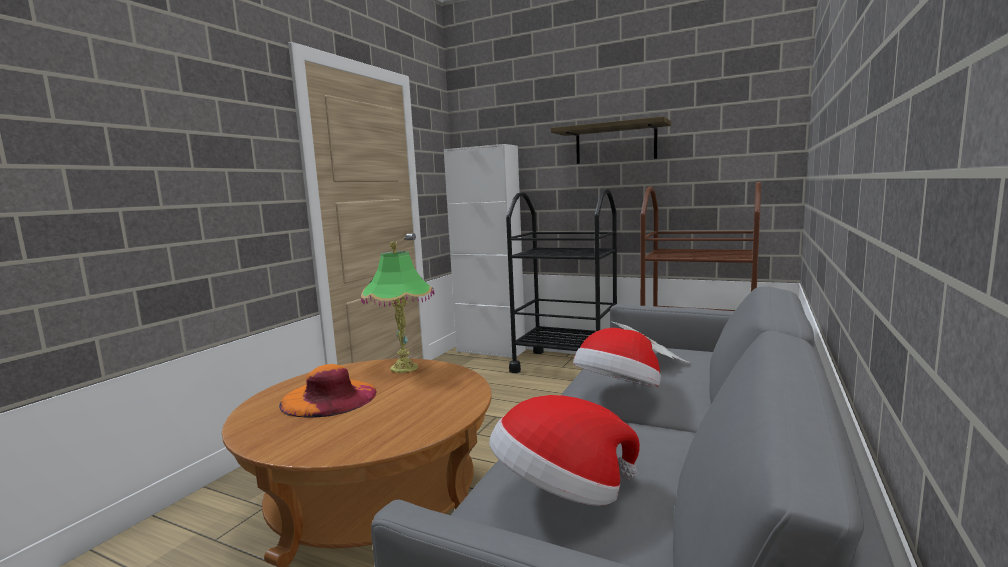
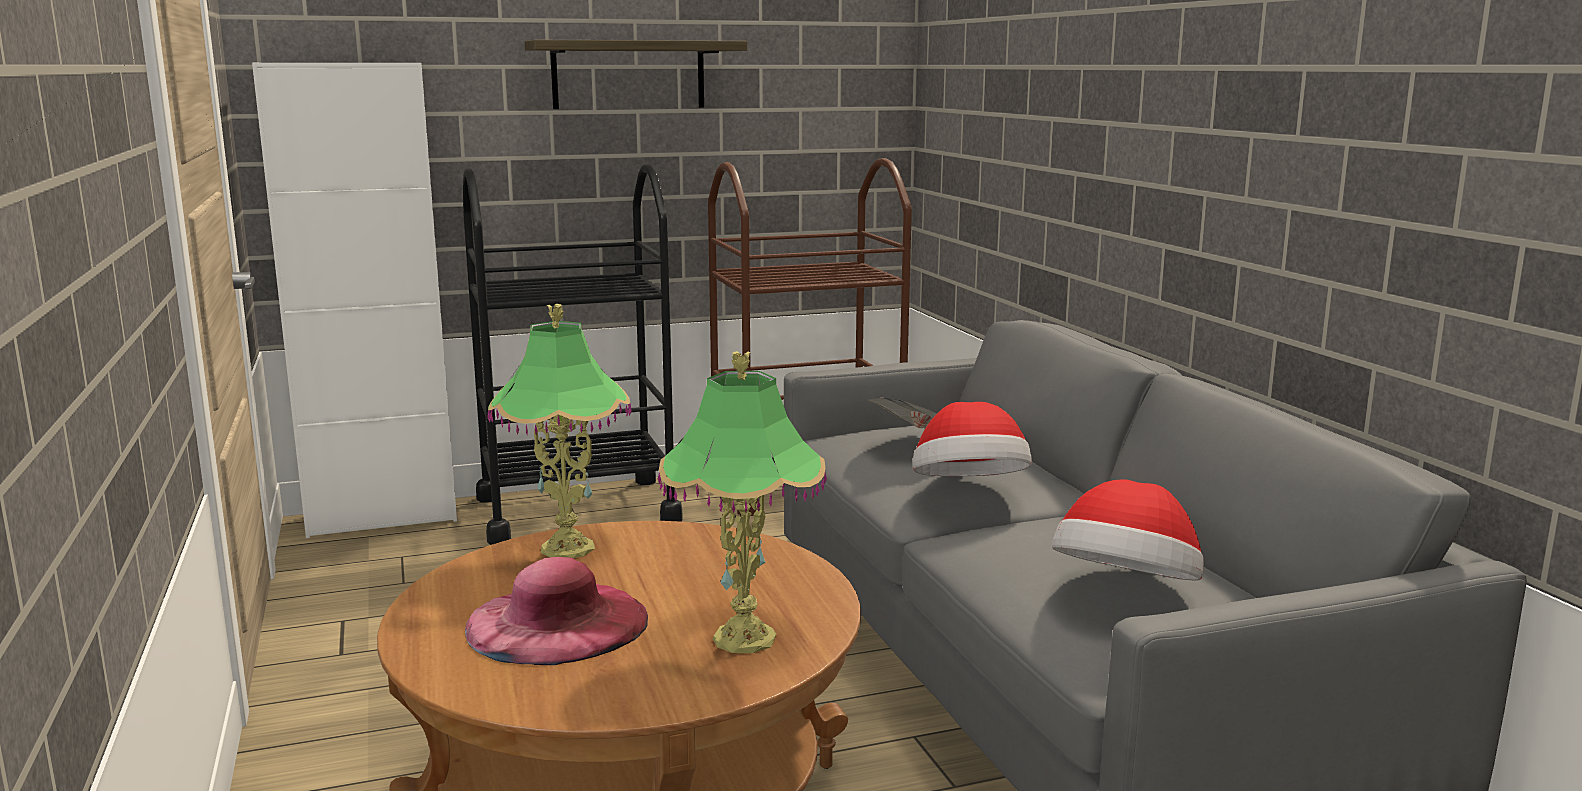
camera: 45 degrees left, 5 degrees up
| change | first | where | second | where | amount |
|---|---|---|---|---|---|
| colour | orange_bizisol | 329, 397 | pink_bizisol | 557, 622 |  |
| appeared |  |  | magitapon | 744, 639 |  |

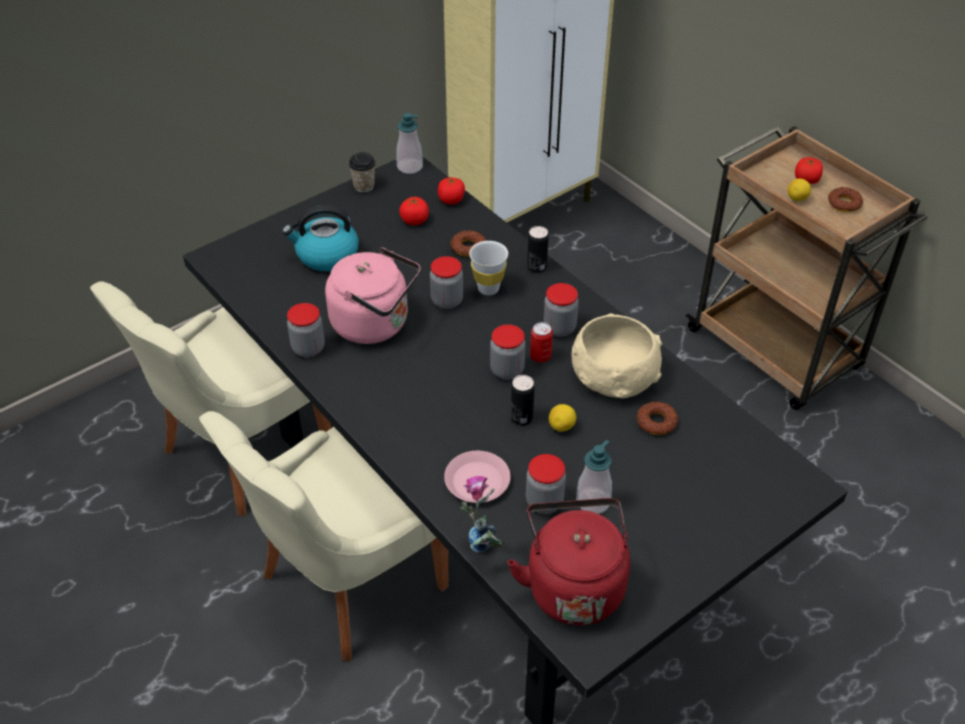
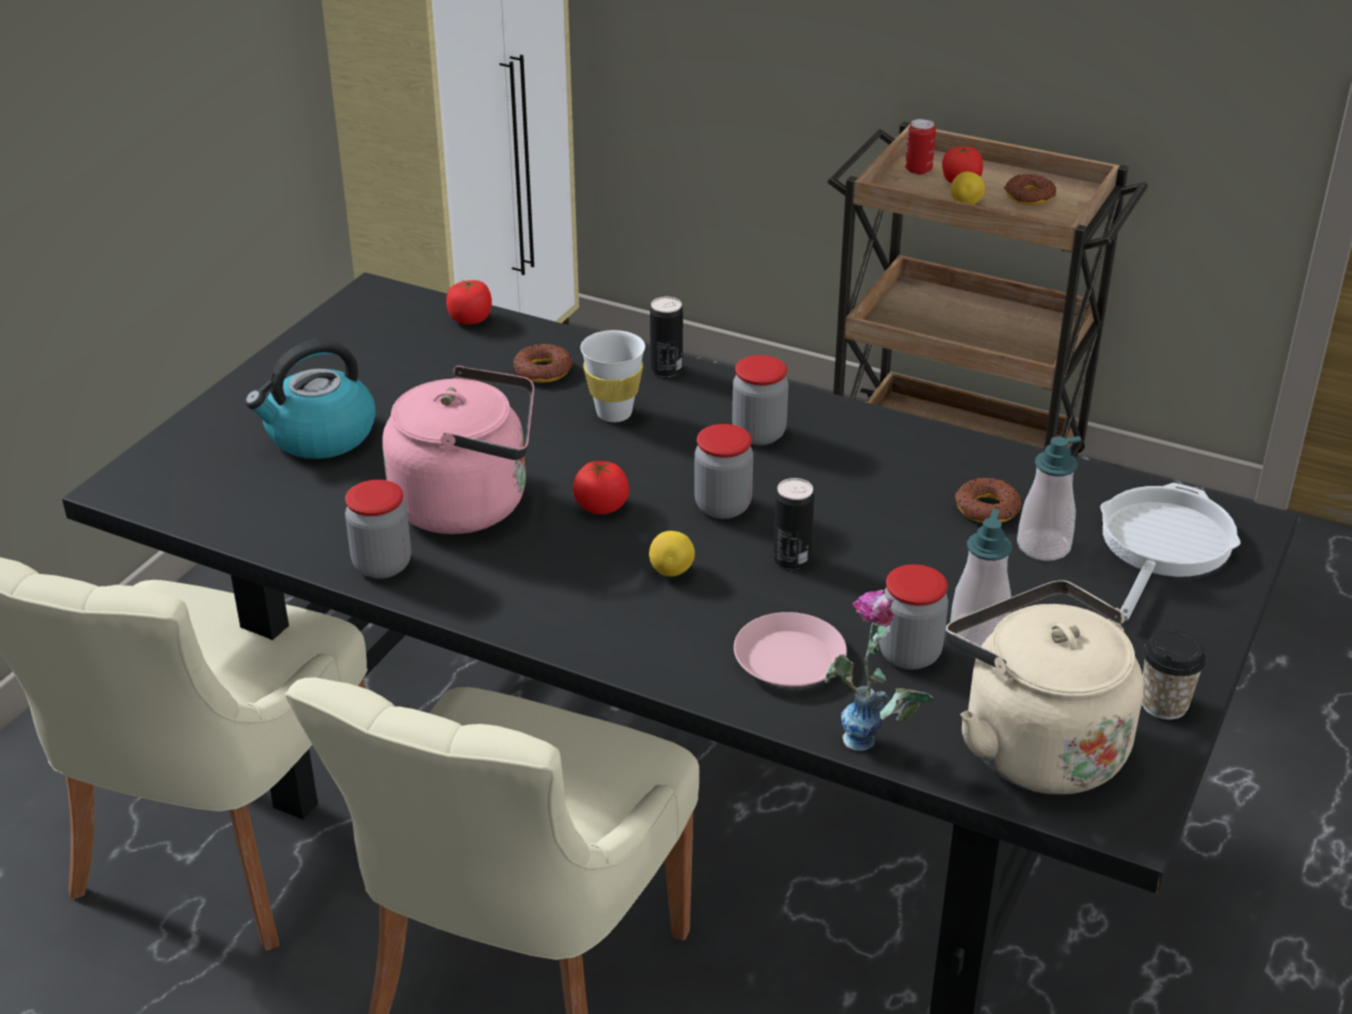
camera: 25 degrees left, 10 degrees down
| change | first | where | second | where | amount |
|---|---|---|---|---|---|
| relocated | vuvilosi | 410, 167 |  | 1043, 546 |  |
| relocated | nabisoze | 364, 186 |  | 1164, 704 |  |
| relocated | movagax | 415, 220 |  | 601, 506 |  |
| missing | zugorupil | 447, 301 |  |  |  |
| missing | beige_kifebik | 614, 374 |  |  |  |
| relocated | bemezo | 540, 356 |  | 918, 170 |  |
| relocated | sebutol | 562, 426 |  | 672, 571 |  |
| colour | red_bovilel | 573, 584 | beige_bovilel | 1035, 744 |  |
| appeared |  |  | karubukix | 1162, 546 |  |

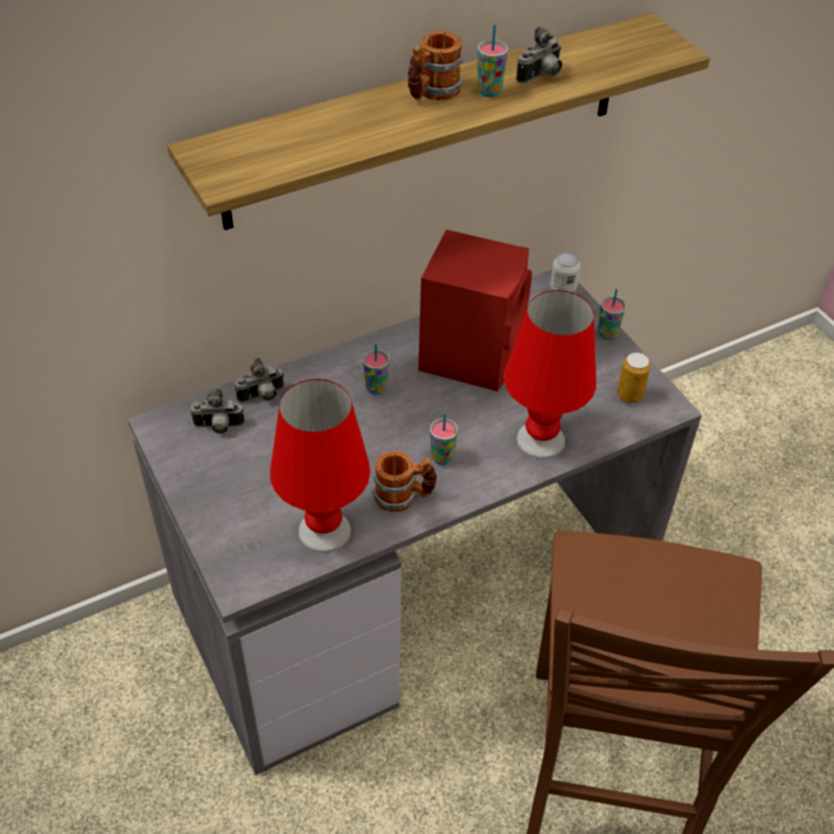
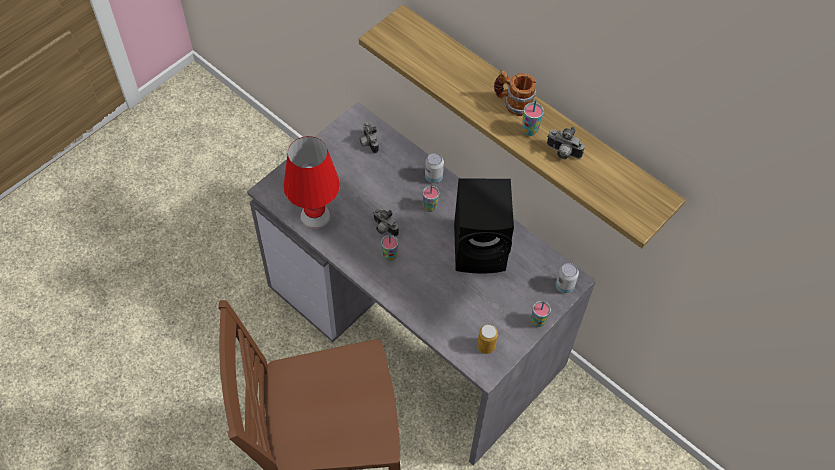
camera: 70 degrees right, 10 degrees up
| change | first | where | second | where | amount |
|---|---|---|---|---|---|
| colour | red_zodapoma | 471, 354 | black_zodapoma | 482, 248 |  |
| missing | red_magitapon | 540, 440 |  |  |  |
| relocated | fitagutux | 262, 396 |  | 383, 228 |  |
| missing | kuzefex | 403, 496 |  |  |  |
| appeared |  |  | bemezo | 433, 177 |  |

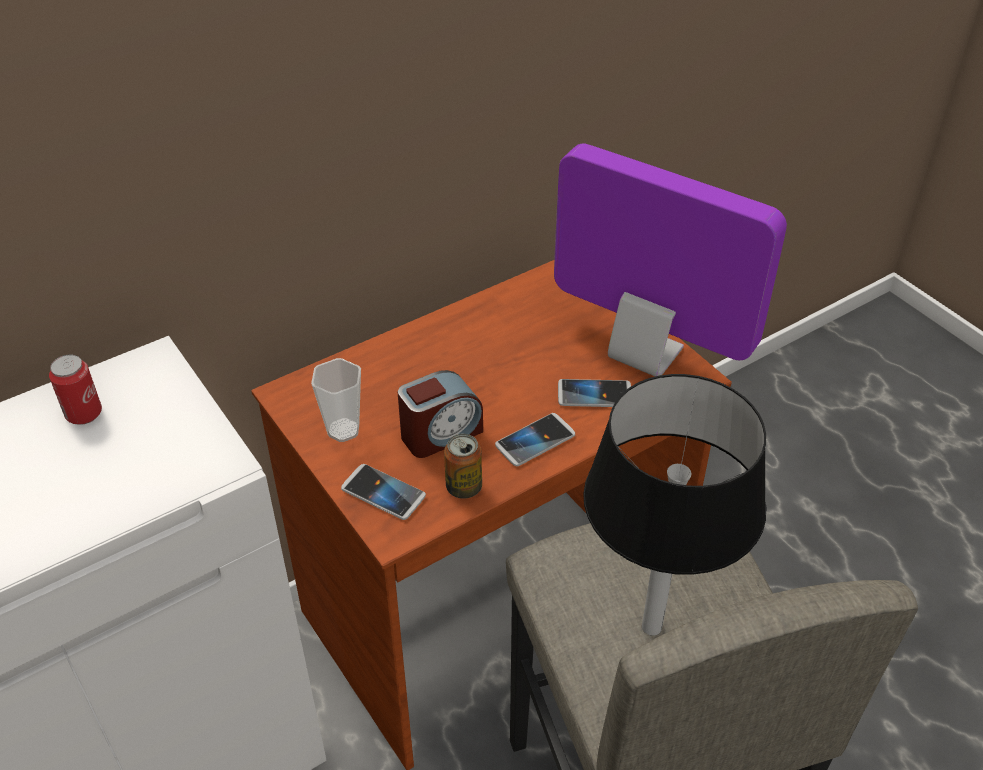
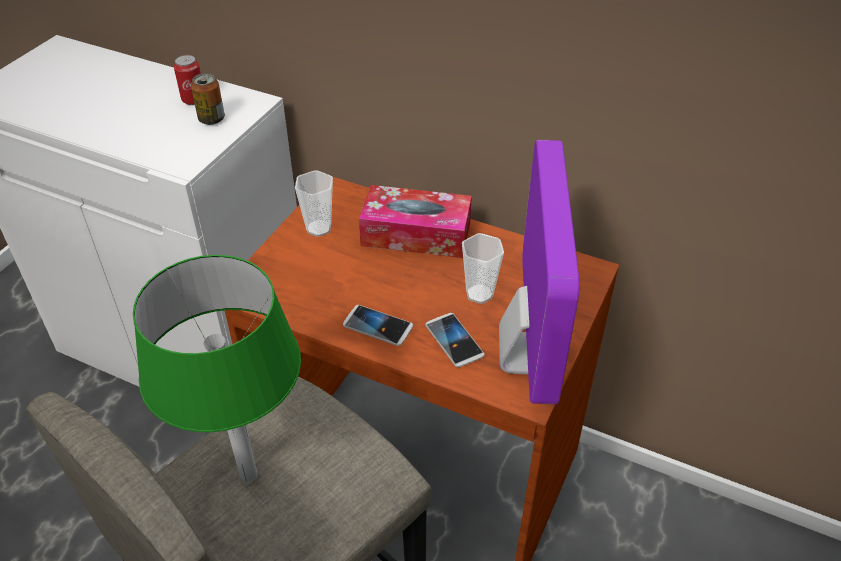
camera: 60 degrees right, 0 degrees up
| change | first | where | second | where | amount |
|---|---|---|---|---|---|
| missing | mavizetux | 440, 434 |  |  |  |
| colour | black_magitapon | 651, 626 | green_magitapon | 249, 475 |  |
| relocated | bemezo | 463, 487 |  | 211, 119 |  |
| missing | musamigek | 383, 493 |  |  |  |
| appeared |  |  | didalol | 416, 234 |  |
| appeared |  |  | nabisoze | 479, 294 |  |

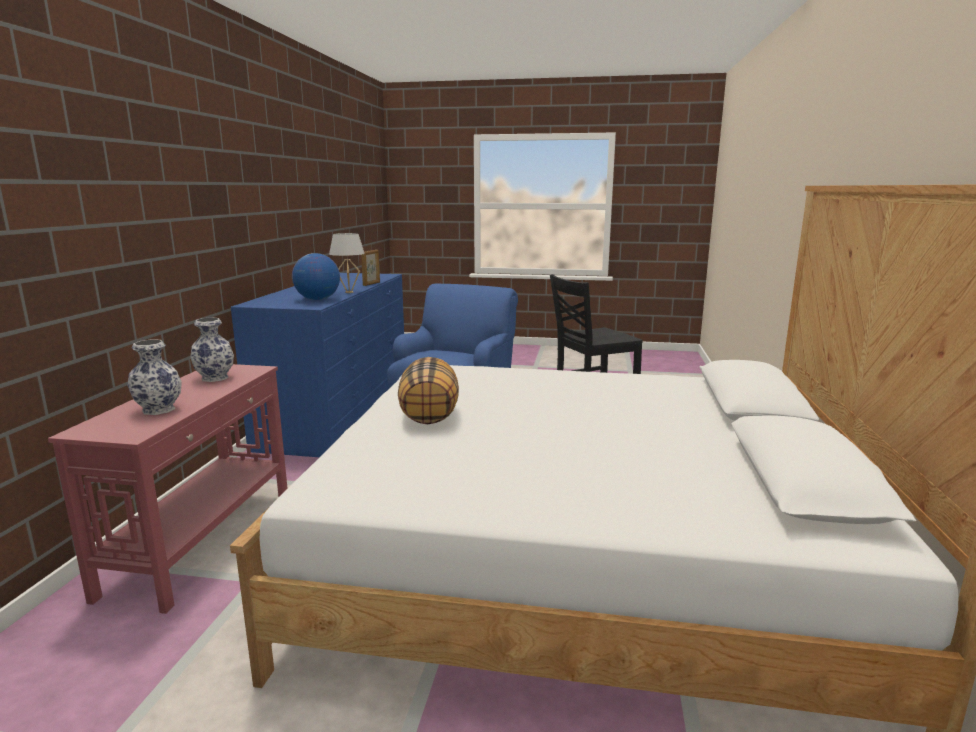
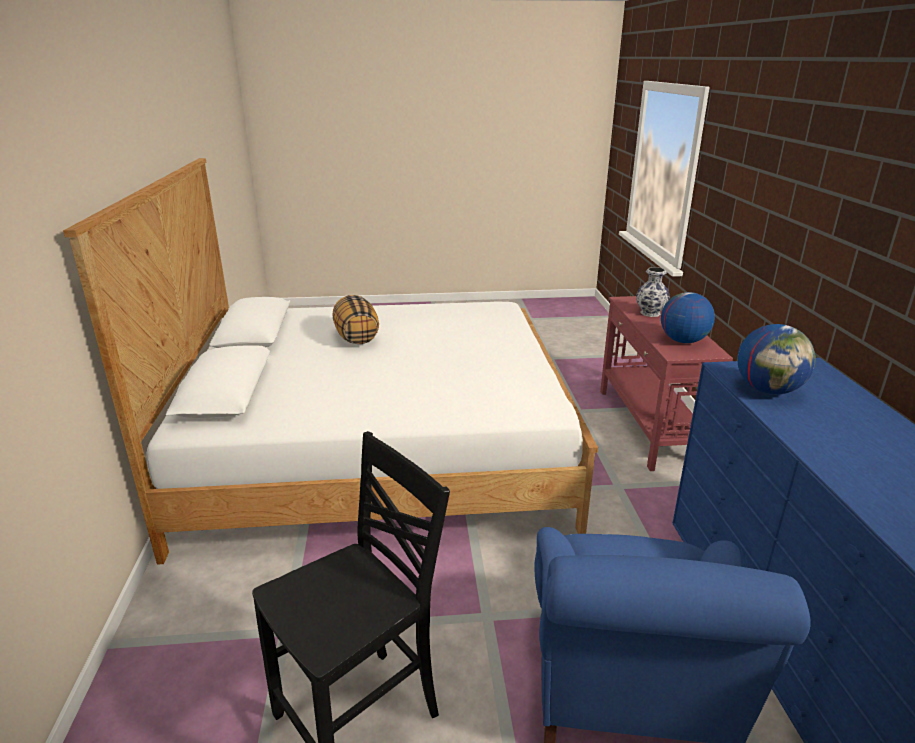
camera: 165 degrees right, 10 degrees up
| change | first | where | second | where | amount |
|---|---|---|---|---|---|
| missing | white_magitapon | 349, 292 |  |  |  |
| missing | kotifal | 371, 284 |  |  |  |
| exchanged | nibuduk | 216, 378 | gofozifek | 683, 341 |  |
| relocated | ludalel | 430, 416 |  | 356, 337 |  |

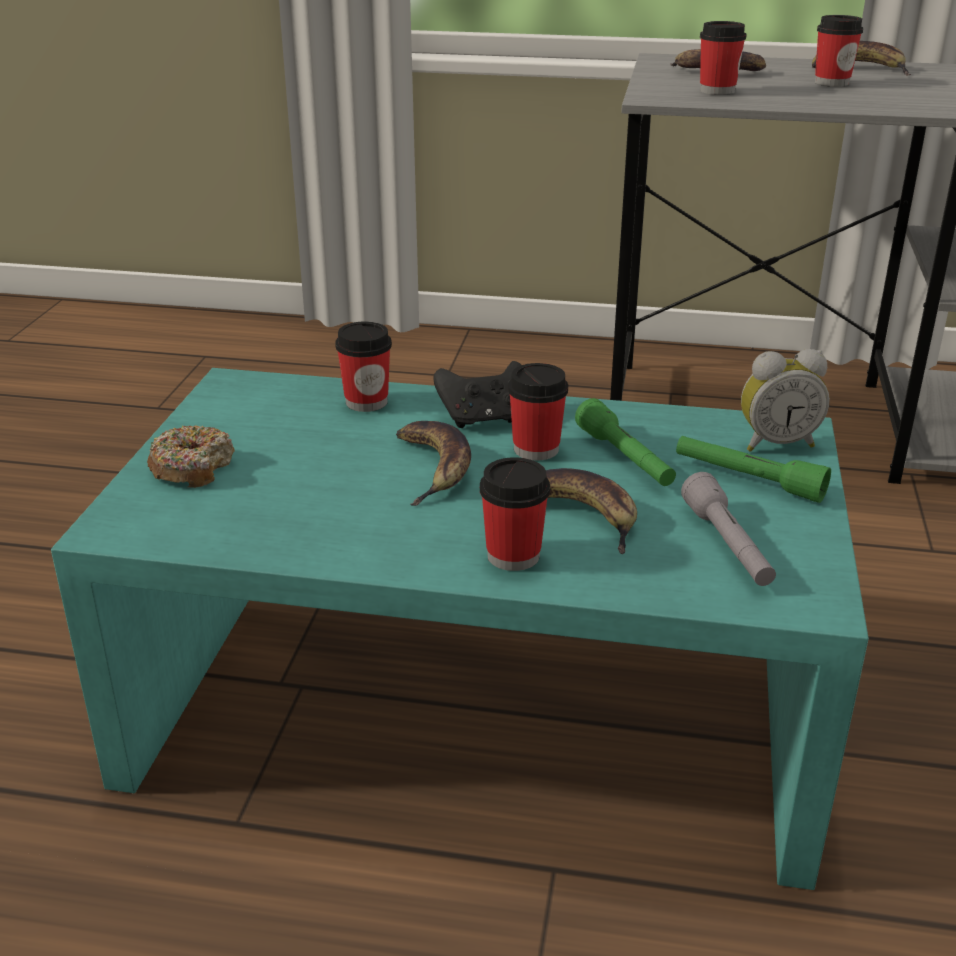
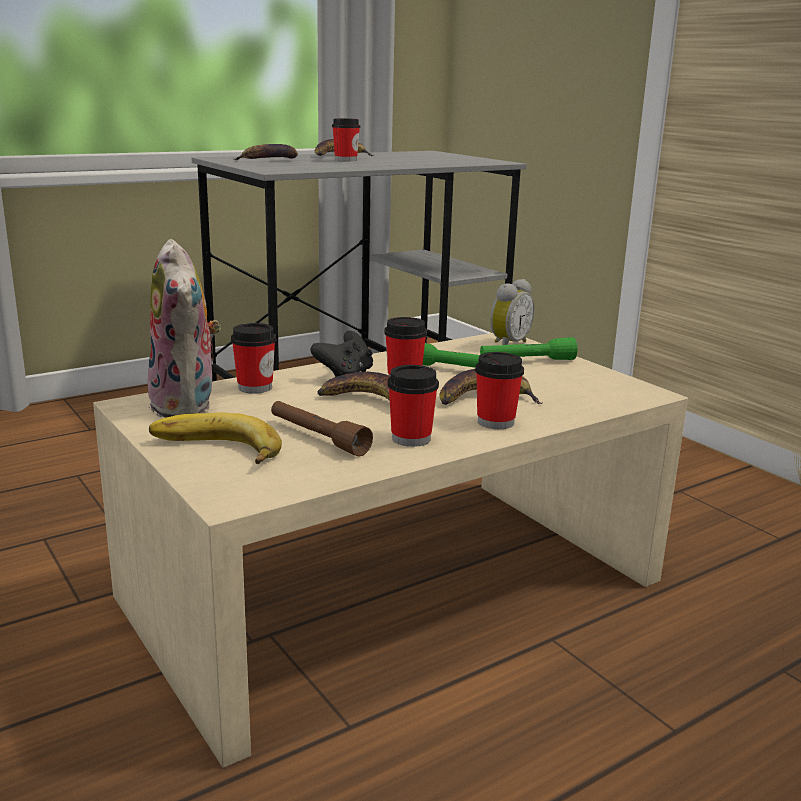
camera: 45 degrees left, 10 degrees down
| change | first | where | second | where | amount |
|---|---|---|---|---|---|
| relocated | nabisoze | 717, 91 |  | 411, 438 |  |
| colour | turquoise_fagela | 478, 703 | beige_fagela | 393, 587 |  |
| exchanged | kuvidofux | 192, 468 | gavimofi | 213, 451 |  |
| missing | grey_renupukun | 727, 546 |  |  |  |
| appeared |  |  | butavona | 188, 406 |  |
| appeared |  |  | brown_renupukun | 317, 438 |  |

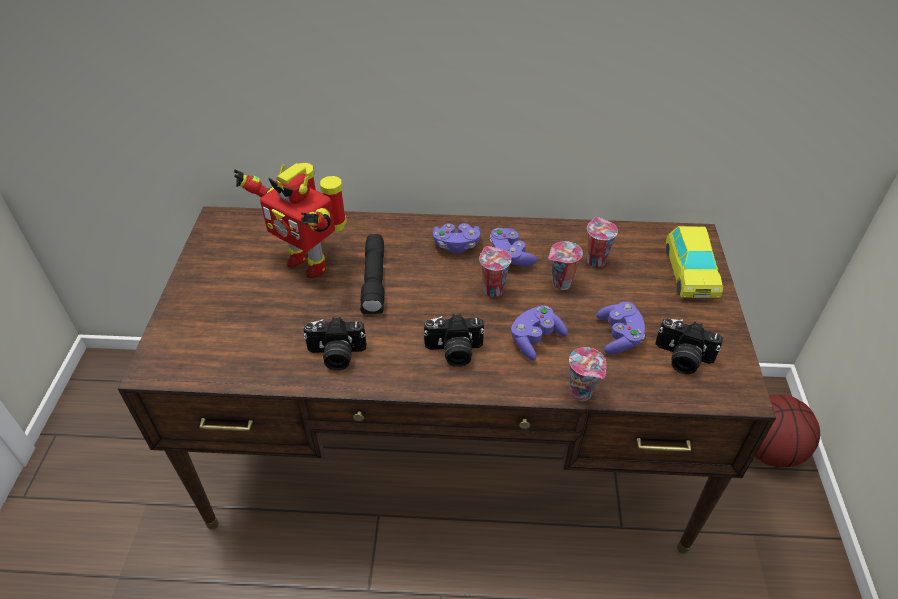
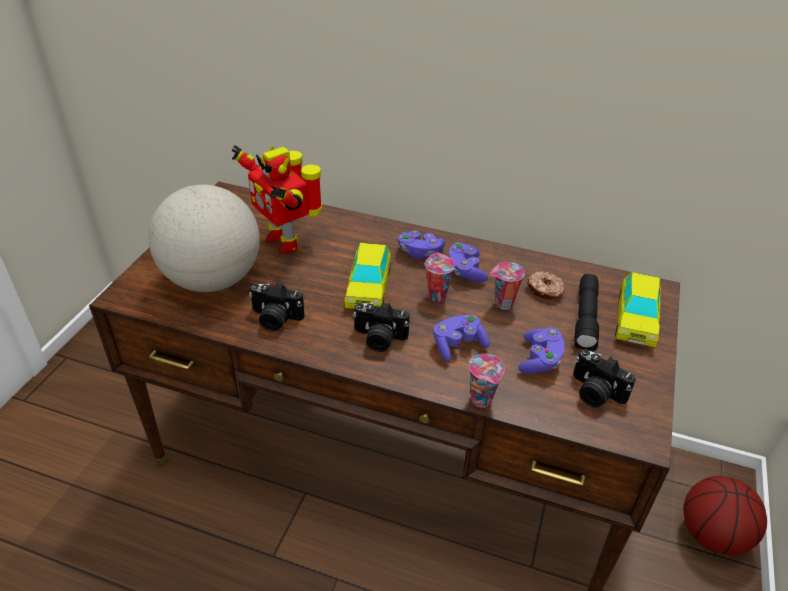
camera: 15 degrees right, 5 degrees down
| change | first | where | second | where | amount |
|---|---|---|---|---|---|
| exchanged | nabisoze | 594, 260 | kuvidofux | 544, 290 |  |
| relocated | black_renupukun | 375, 281 |  | 586, 319 |  |
| appeared |  |  | gofozifek | 213, 280 |  |
| appeared |  |  | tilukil | 368, 288 |  |

